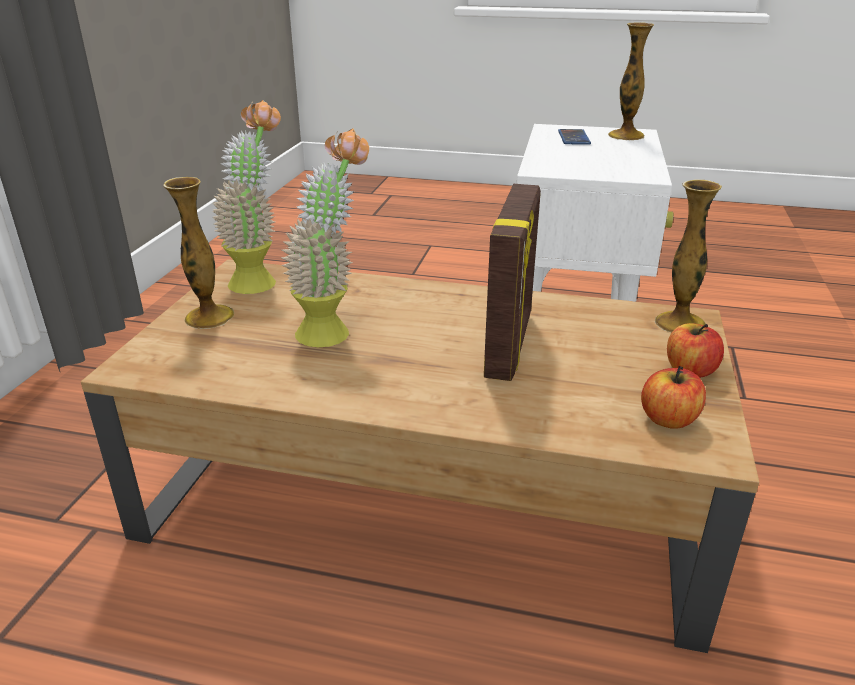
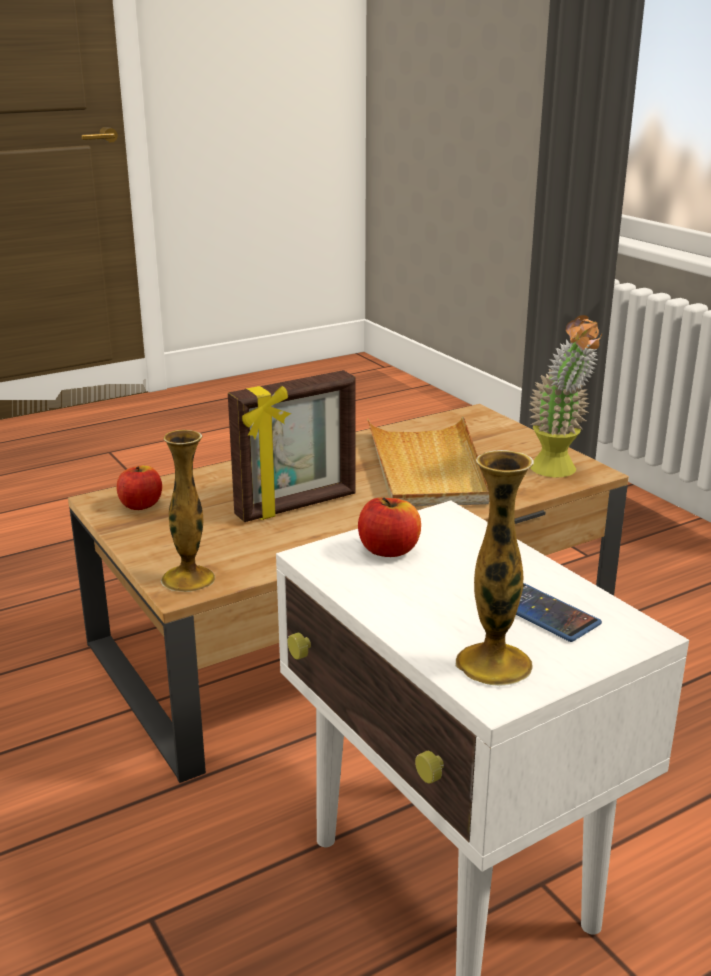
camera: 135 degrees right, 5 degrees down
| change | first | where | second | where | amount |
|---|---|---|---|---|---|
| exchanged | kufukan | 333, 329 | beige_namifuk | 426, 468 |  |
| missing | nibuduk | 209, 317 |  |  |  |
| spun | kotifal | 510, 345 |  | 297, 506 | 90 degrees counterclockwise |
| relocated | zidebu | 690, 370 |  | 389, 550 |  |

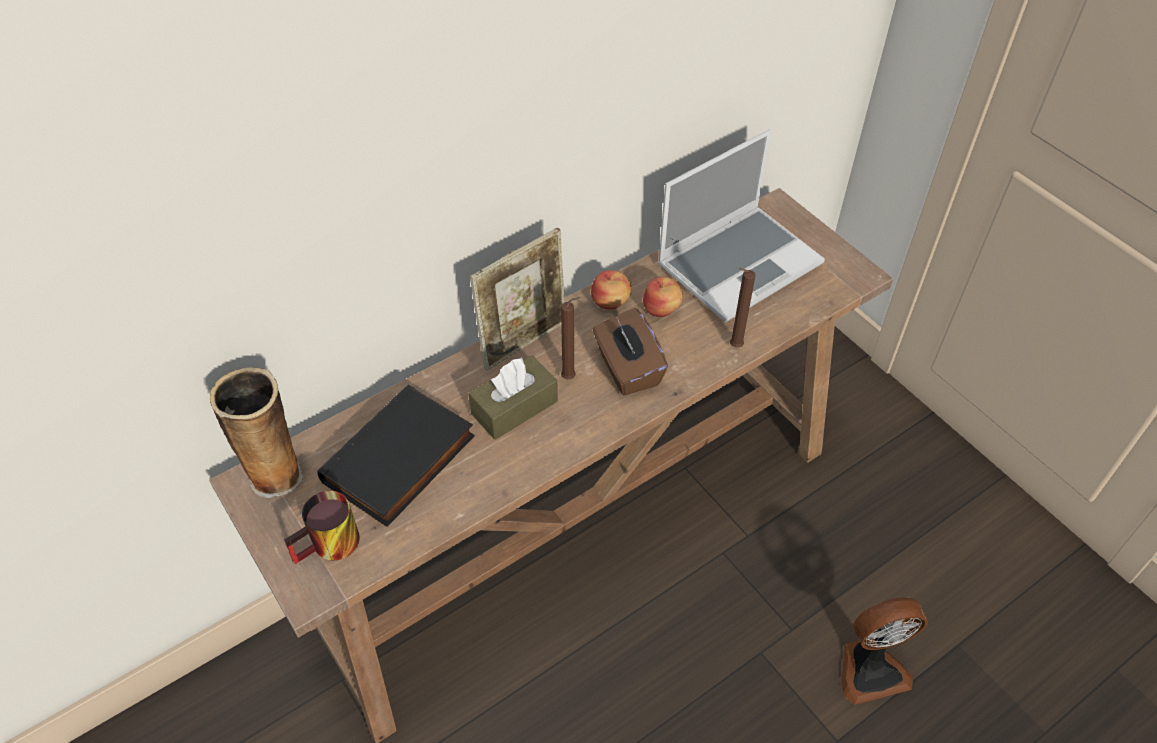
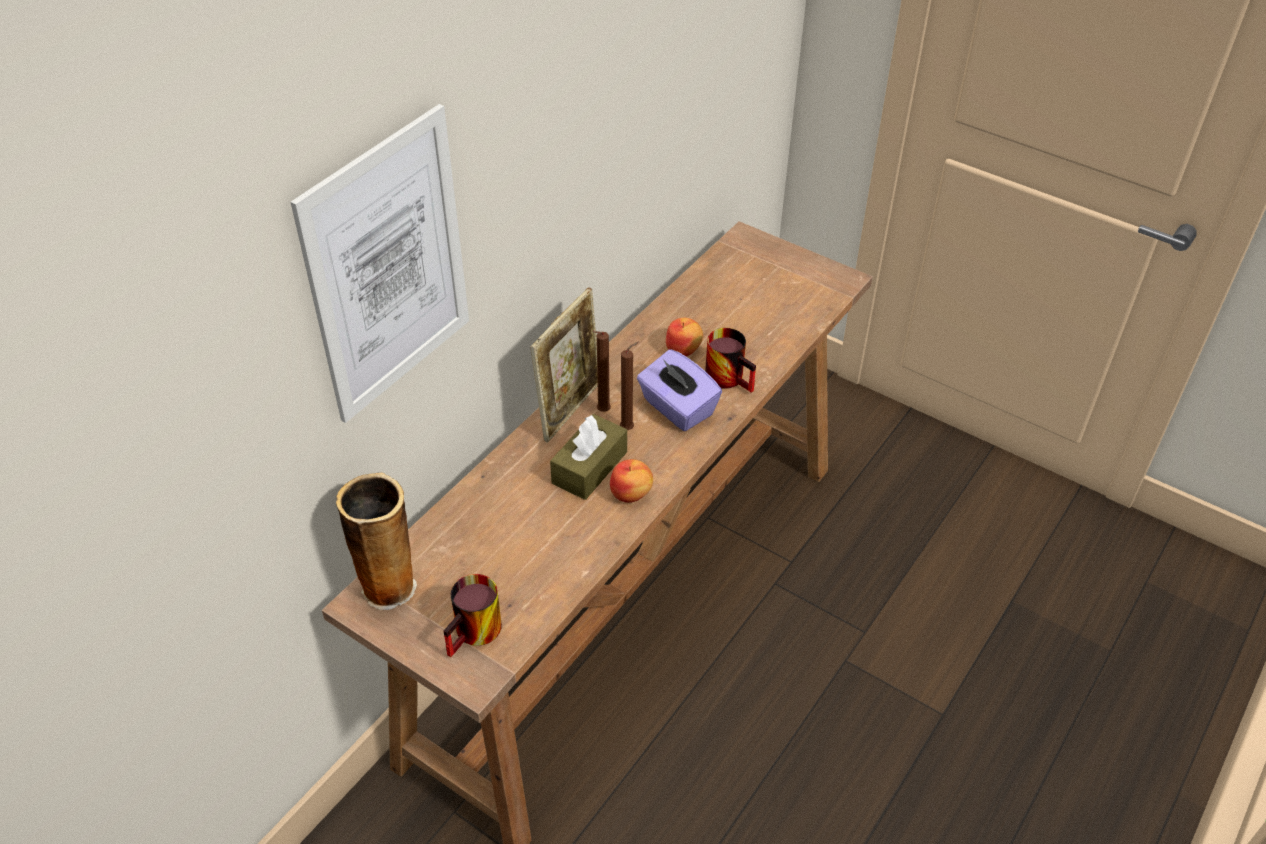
camera: 20 degrees left, 5 degrees down
| change | first | where | second | where | amount |
|---|---|---|---|---|---|
| missing | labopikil | 739, 263 |  |  |  |
| relocated | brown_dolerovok | 733, 346 |  | 601, 412 |  |
| relocated | zidebu | 611, 302 |  | 631, 494 |  |
| colour | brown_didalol | 627, 369 | purple_didalol | 677, 408 |  |
| missing | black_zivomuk | 400, 461 |  |  |  |
| missing | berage | 870, 668 |  |  |  |
| appeared |  |  | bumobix | 388, 267 |  |
| appeared |  |  | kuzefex | 731, 377 |  |

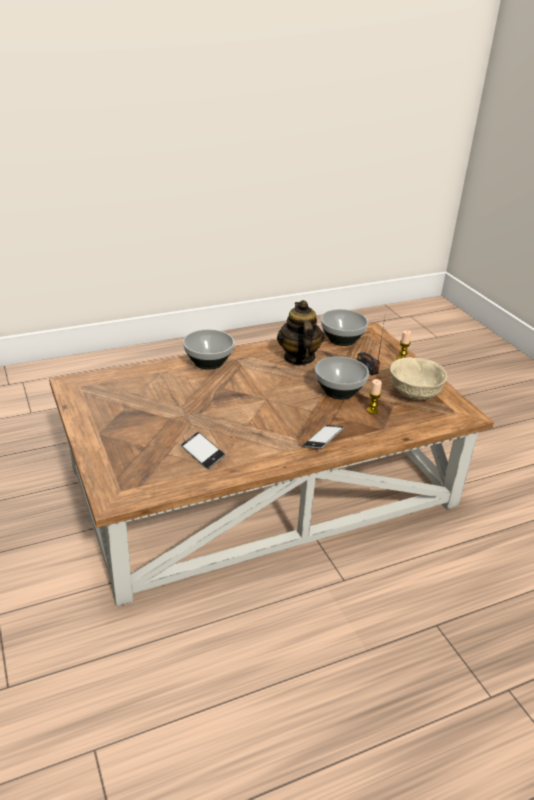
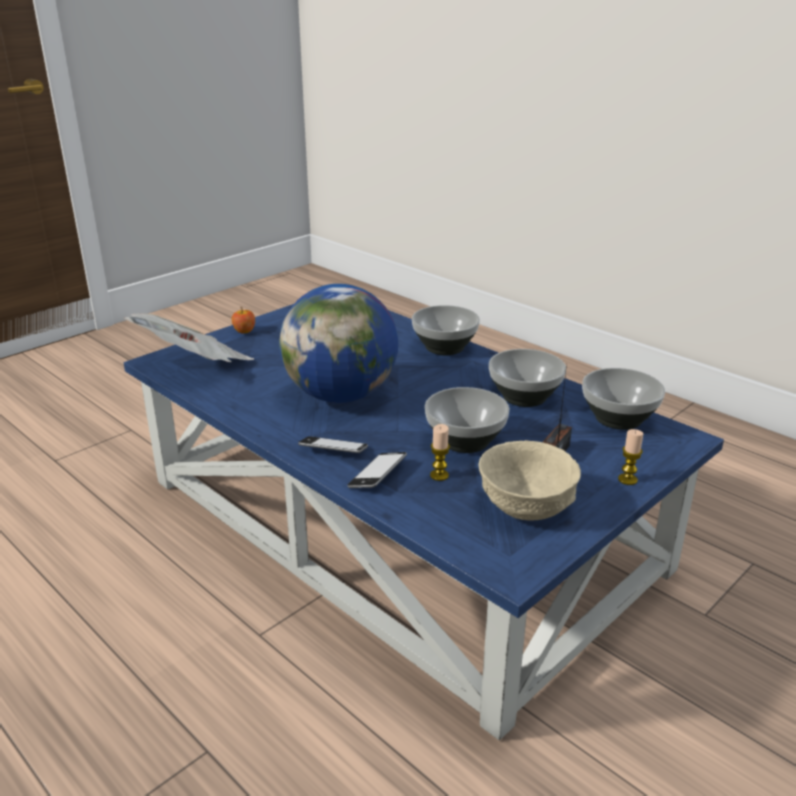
camera: 70 degrees right, 5 degrees down
| change | first | where | second | where | amount |
|---|---|---|---|---|---|
| exchanged | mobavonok | 298, 358 | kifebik | 523, 397 |  |
| colour | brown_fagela | 261, 488 | blue_fagela | 393, 523 |  |
| relocated | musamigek | 202, 453 |  | 377, 475 |  |
| appeared |  |  | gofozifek | 341, 395 |  |
| appeared |  |  | zidebu | 244, 331 |  |
| appeared |  |  | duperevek | 195, 366 |  |

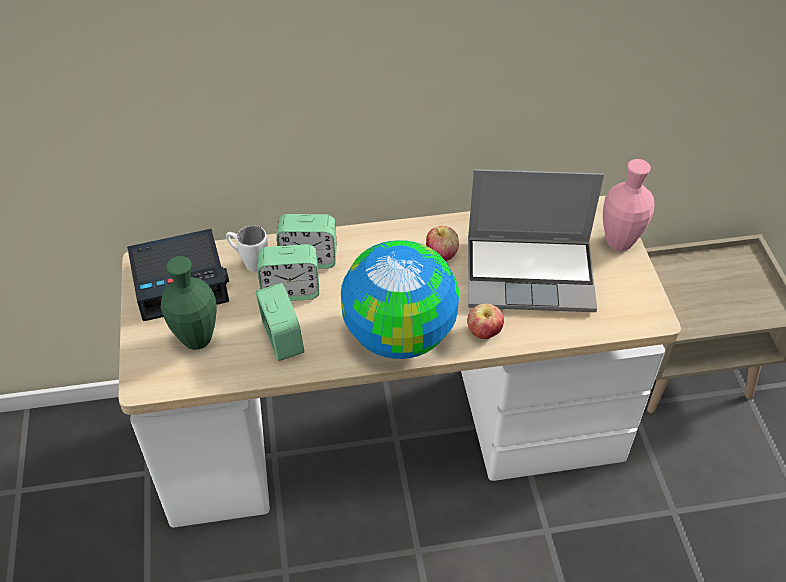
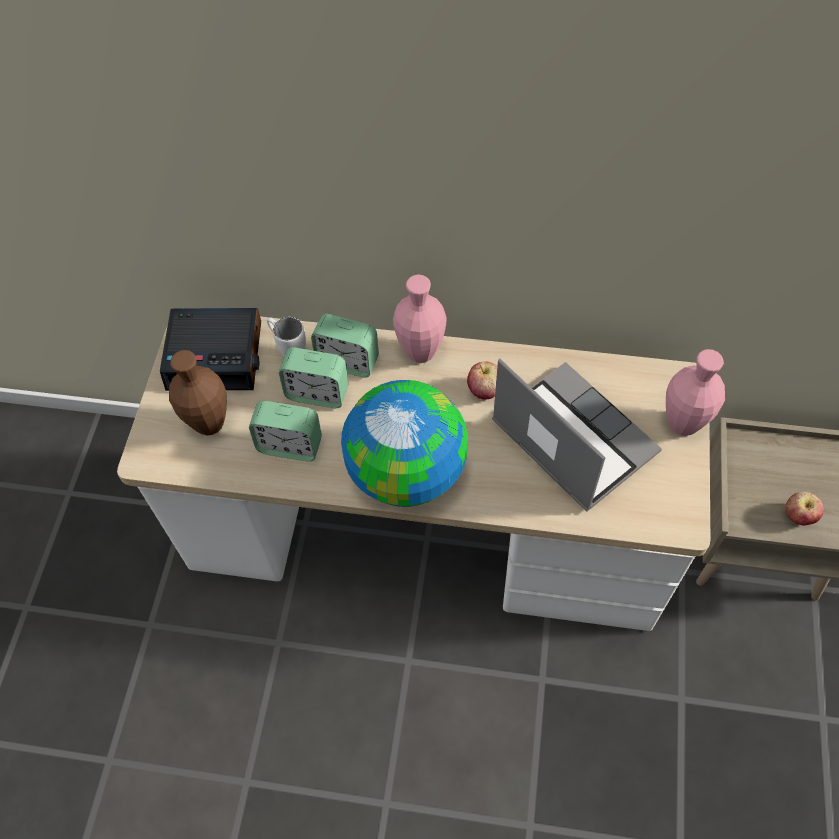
camera: 20 degrees right, 10 degrees up
| change | first | where | second | where | amount |
|---|---|---|---|---|---|
| spun | labopikil | 531, 274 |  | 570, 437 | 150 degrees counterclockwise |
| colour | green_nibuduk | 197, 339 | brown_nibuduk | 210, 424 |  |
| spun | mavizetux | 282, 339 |  | 290, 445 | 105 degrees clockwise |
| relocated | zidebu | 484, 332 |  | 798, 516 |  |
| appeared |  |  | pink_nibuduk | 421, 352 |  |

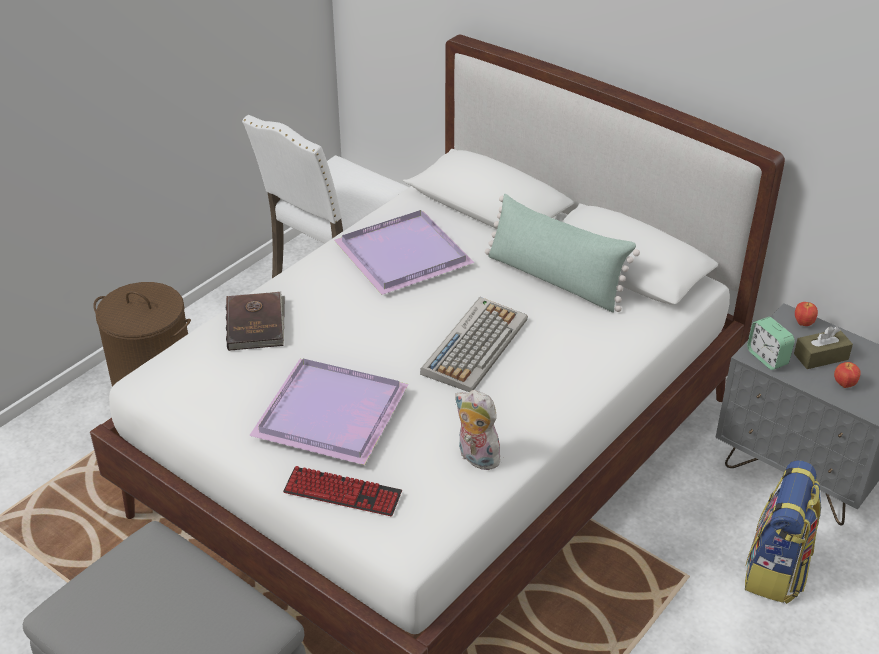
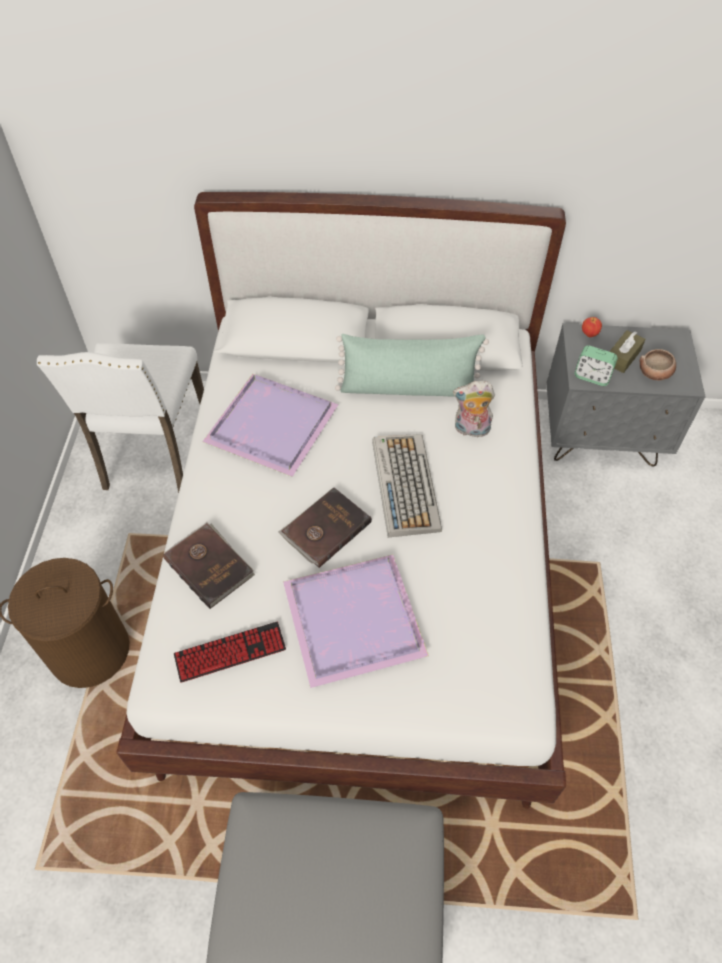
camera: 35 degrees left, 15 degrees up
| change | first | where | second | where | amount |
|---|---|---|---|---|---|
| exchanged | zidebu | 844, 384 | kifebik | 655, 373 |  |
| relocated | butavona | 475, 458 |  | 470, 430 |  |
| missing | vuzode | 776, 570 |  |  |  |
| relocated | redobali | 342, 493 |  | 230, 652 |  |
| appeared |  |  | brown_zivomuk | 325, 528 |  |

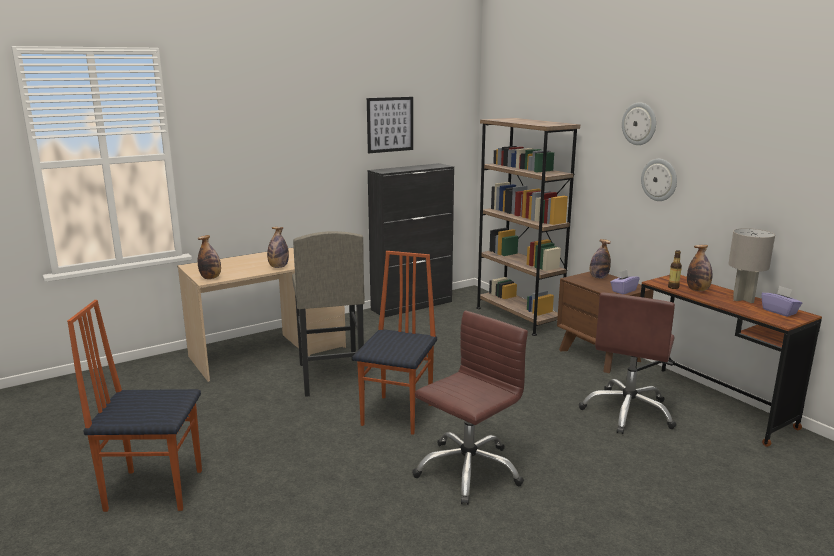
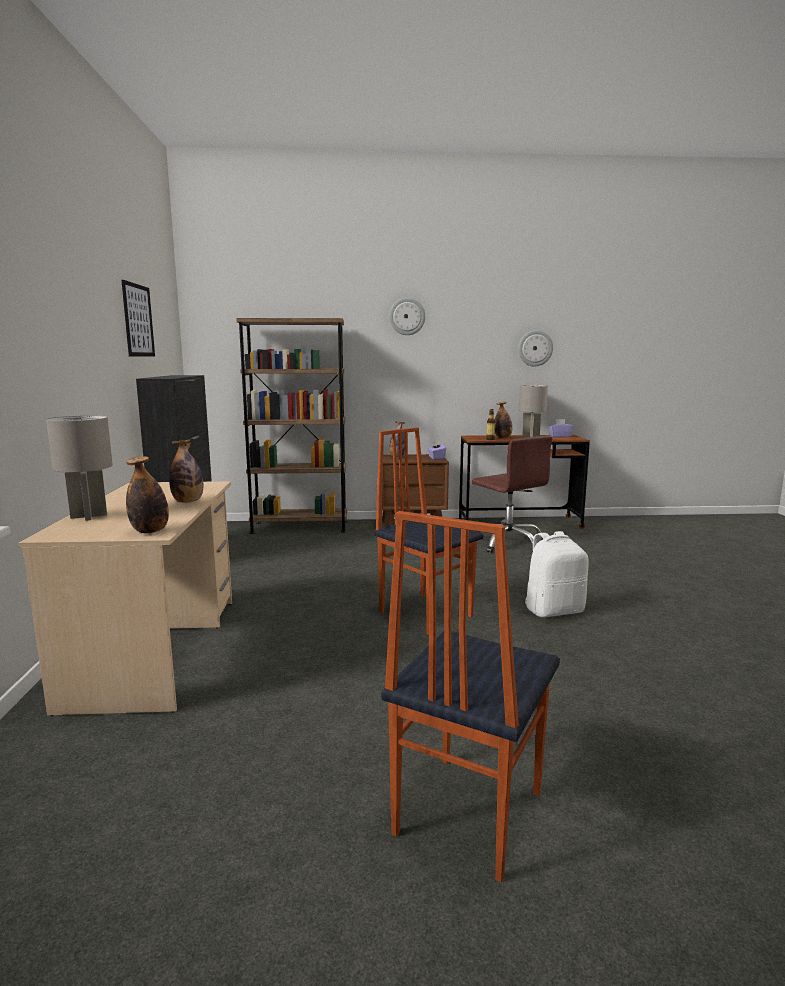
camera: 60 degrees left, 5 degrees down
| change | first | where | second | where | amount |
|---|---|---|---|---|---|
| relocated | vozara | 659, 179 |  | 535, 348 |  |
| missing | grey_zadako | 330, 377 |  |  |  |
| exchanged | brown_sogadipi | 468, 470 | white_vuzode | 554, 610 |  |
| appeared |  |  | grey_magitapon | 88, 516 |  |

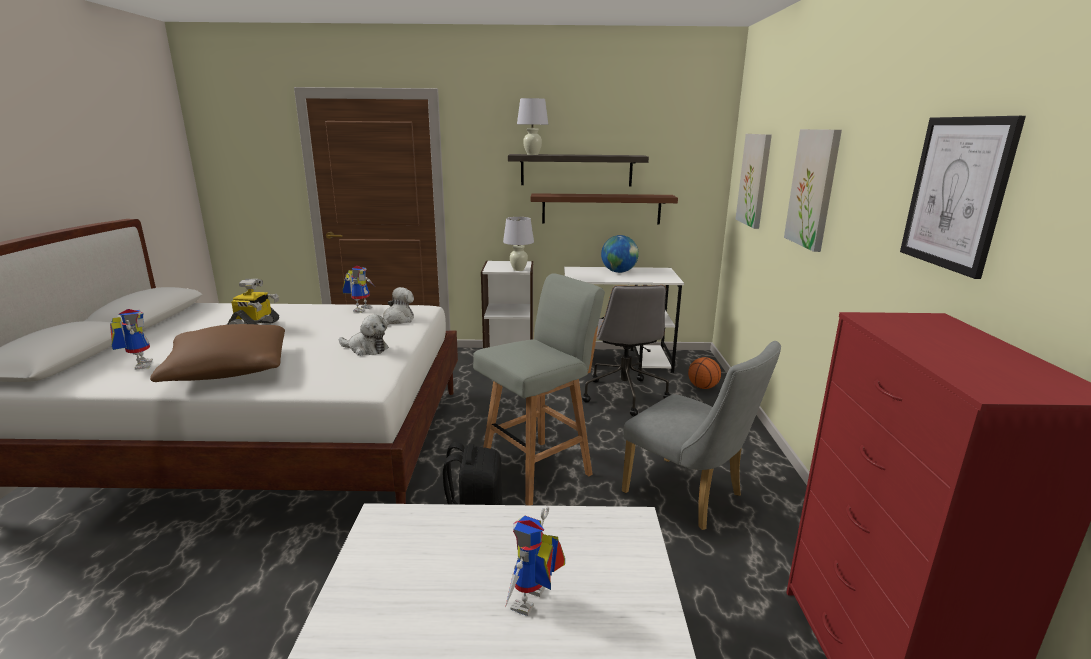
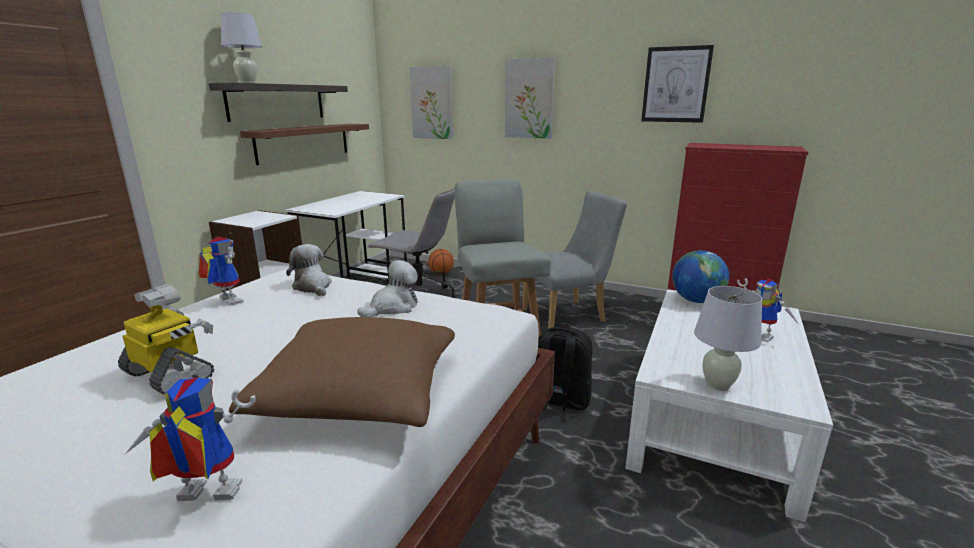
camera: 65 degrees left, 0 degrees up
| change | first | where | second | where | amount |
|---|---|---|---|---|---|
| relocated | white_magitapon | 519, 269 |  | 717, 385 |  |
| relocated | gofozifek | 618, 272 |  | 696, 301 |  |

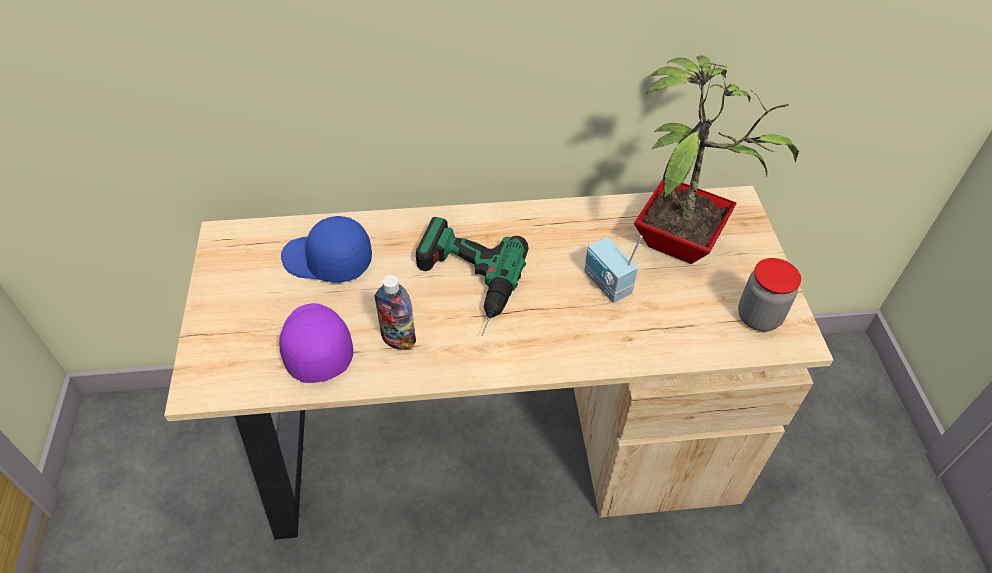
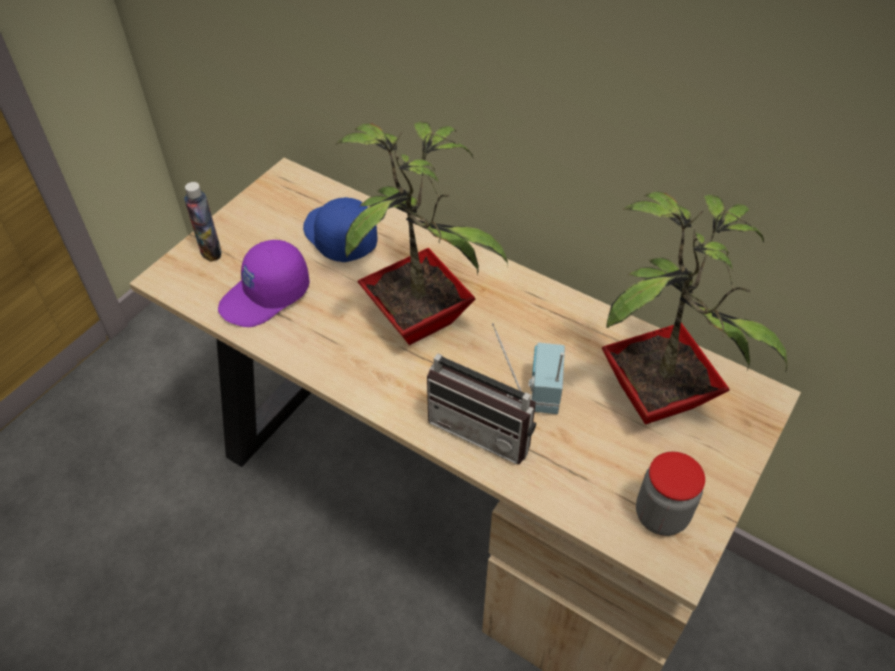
camera: 40 degrees right, 0 degrees up
| change | first | where | second | where | amount |
|---|---|---|---|---|---|
| exchanged | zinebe | 463, 285 | kufukan | 421, 318 |  |
| relocated | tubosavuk | 398, 340 |  | 210, 251 |  |
| spun | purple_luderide | 315, 346 |  | 266, 296 | 150 degrees counterclockwise |
| appeared |  |  | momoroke | 485, 427 |  |

